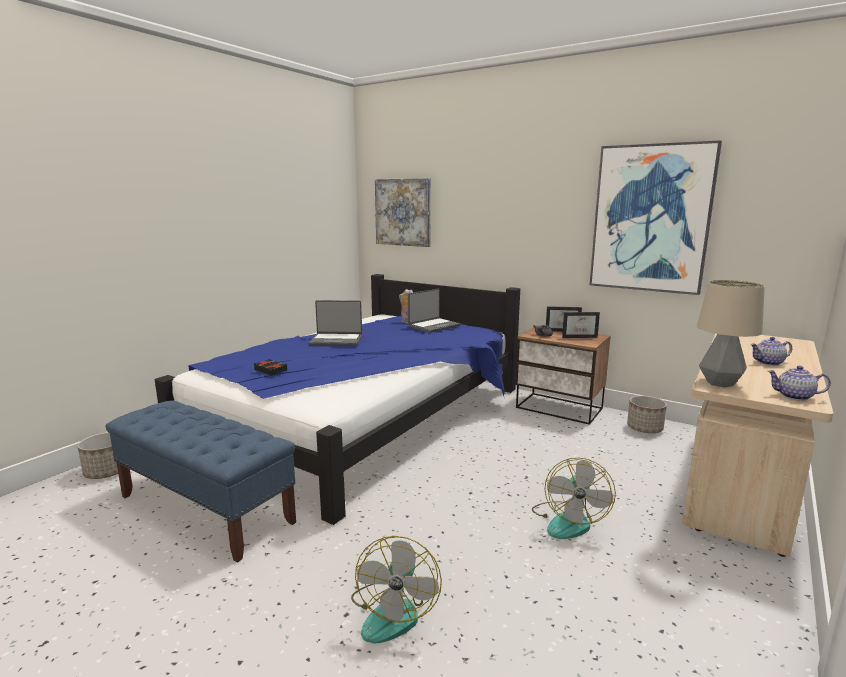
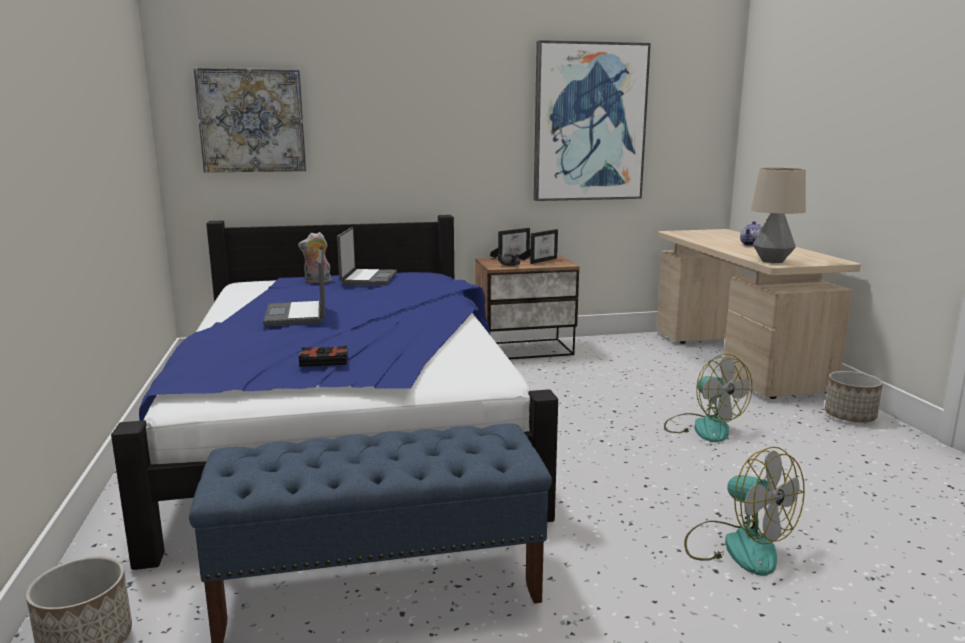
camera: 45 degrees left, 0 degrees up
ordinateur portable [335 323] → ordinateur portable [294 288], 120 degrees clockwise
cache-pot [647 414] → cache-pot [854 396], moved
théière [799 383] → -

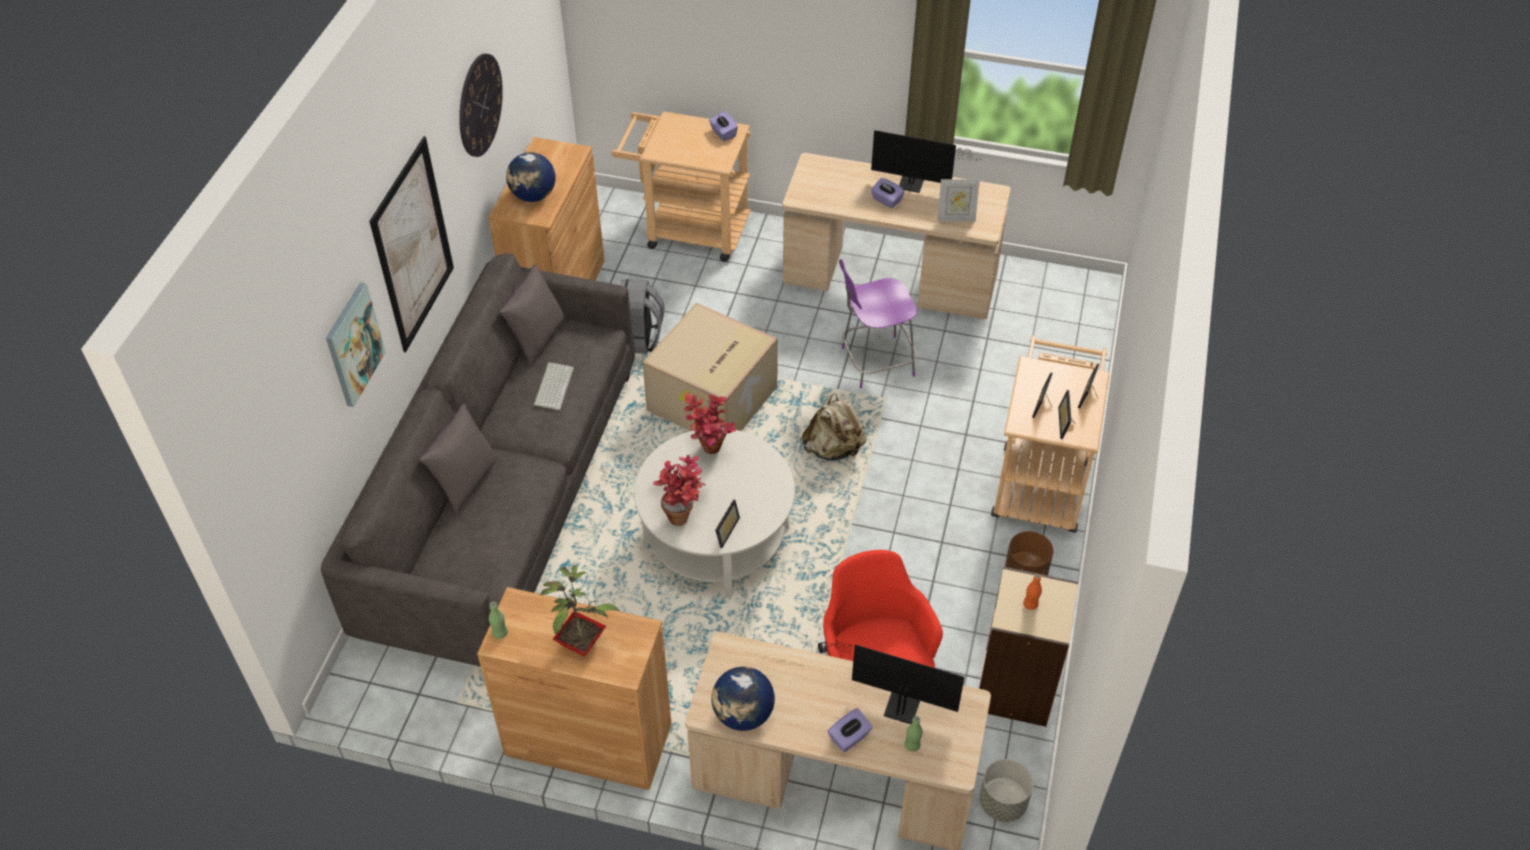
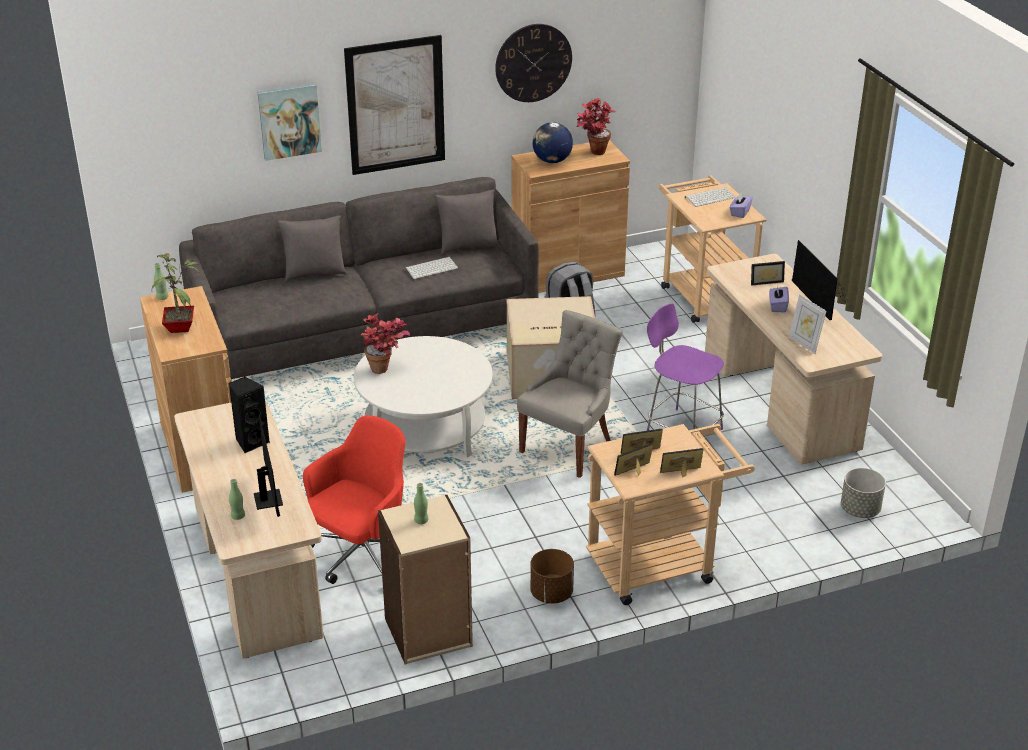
camera: 55 degrees right, 15 degrees down
plante en pot [710 423] → plante en pot [596 126], moved
globe [743 699] → -
cadre photo [727 523] → cadre photo [768 273], moved
sac à dos/beige [834 427] → chaise/gris [570 394]
boîte à mouchoirs/violet [850 730] → -
cache-pot/gris [1006 790] → cache-pot/gris [863 493], moved
bouteille/orange [1032 592] → bouteille/vert [421 503]
- → enceinte/noir [249 414]
- → clavier [710 197]

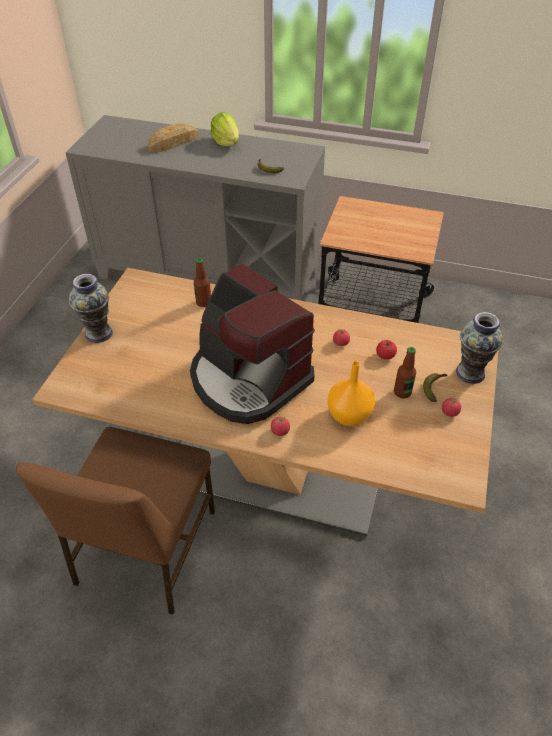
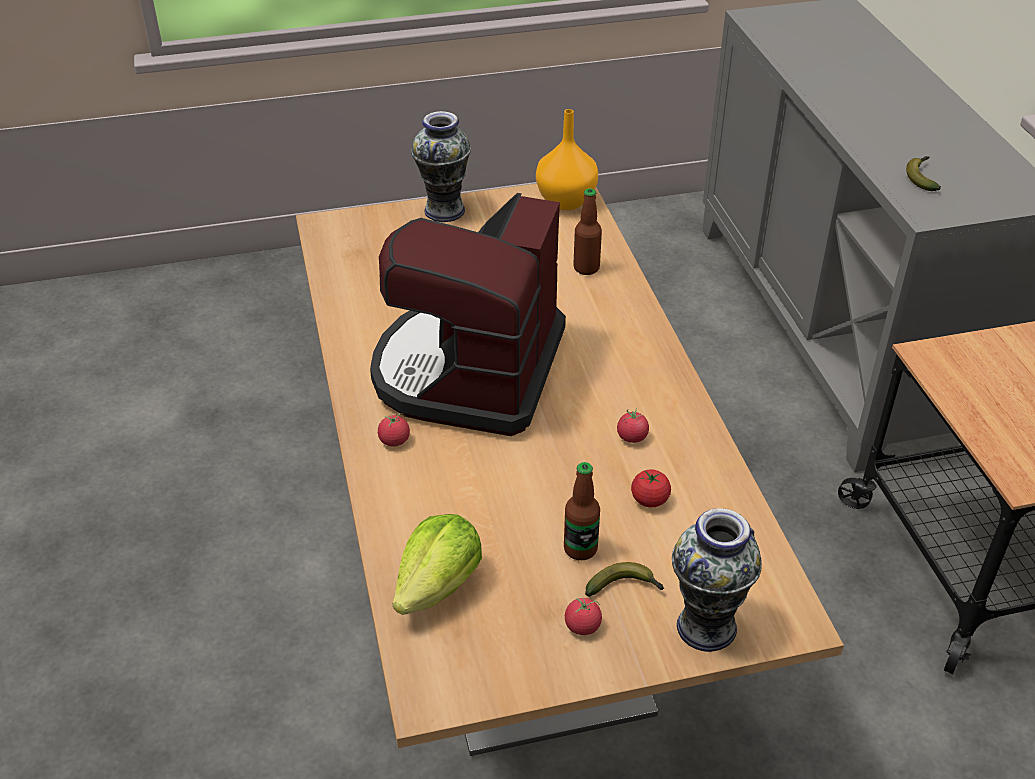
camera: 60 degrees right, 5 degrees down
chaise/marron [115 521] → -
pain [173 137] → -
laitue [225 129] → laitue [437 564], moved
vase/orange [351 393] → vase/orange [567 159], moved

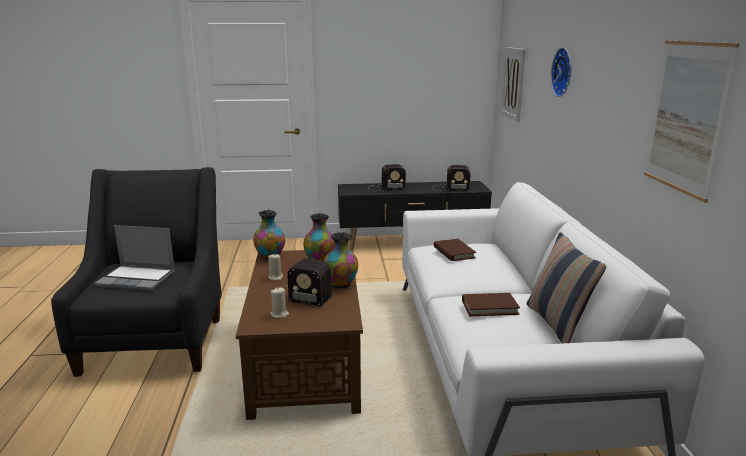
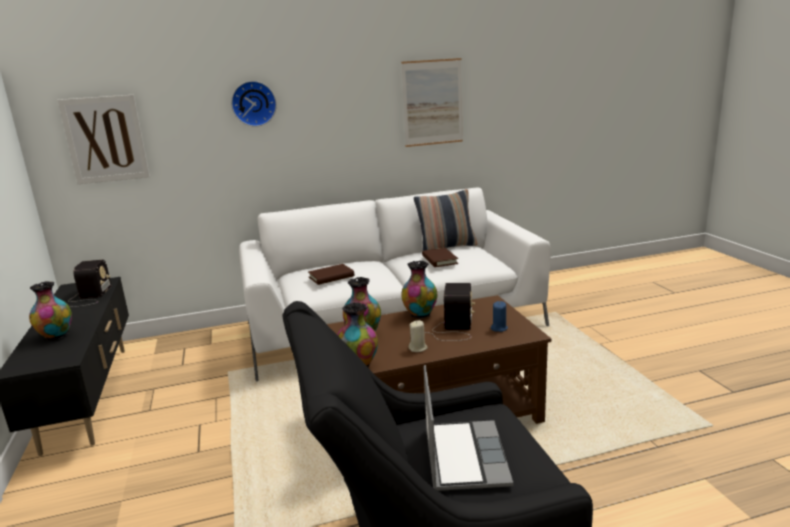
camera: 100 degrees left, 0 degrees up
bougie/beige [279 303] → bougie/bleu [499 316]
radio [387 177] → vase [50 311]

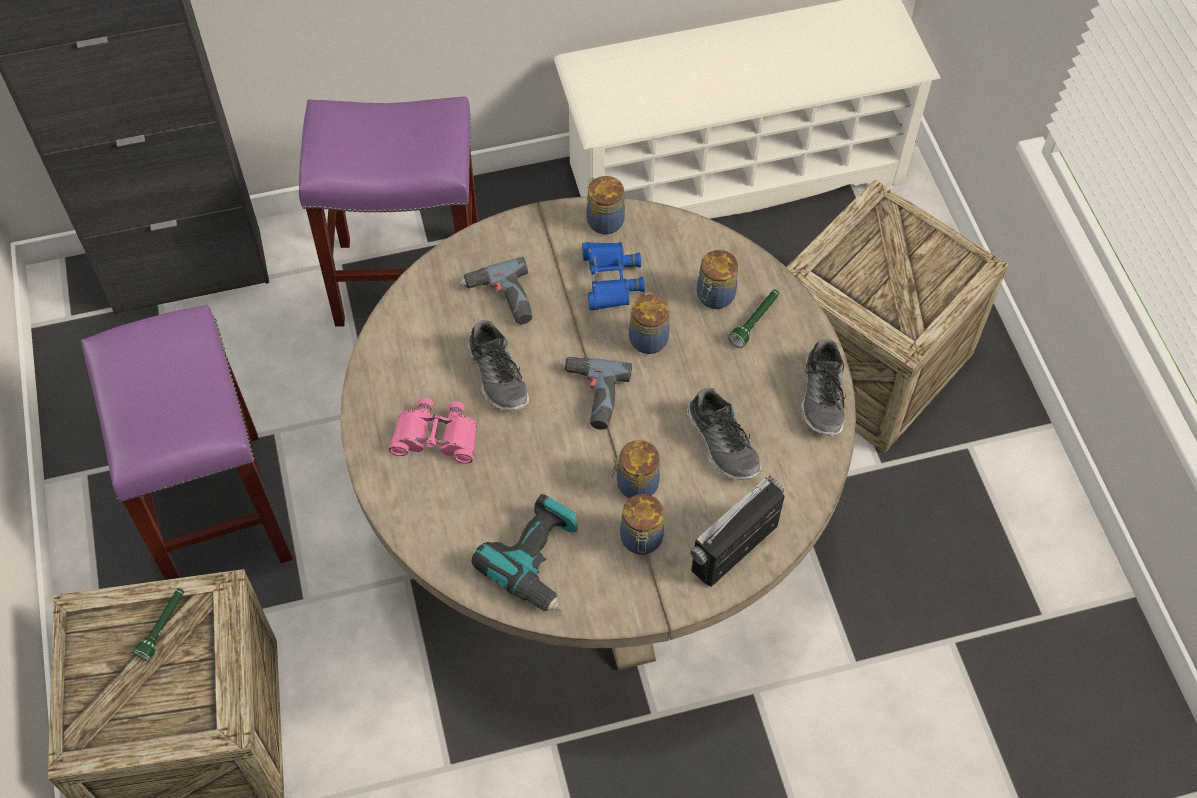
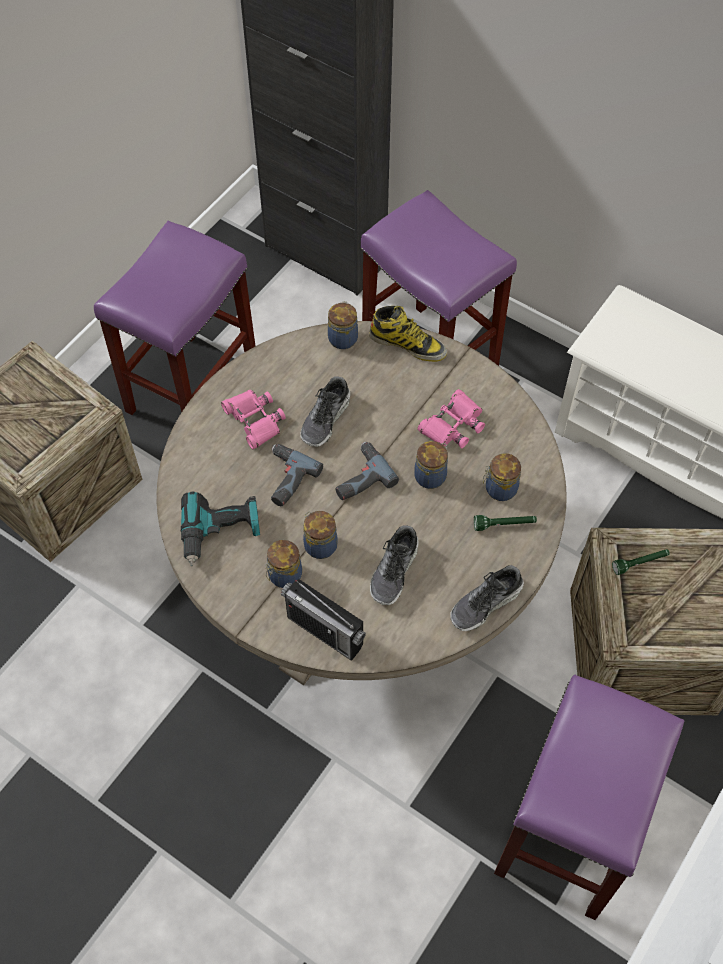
camera: 50 degrees right, 0 degrees up
lampe de poche/vert [158 624] → lampe de poche/vert [641 562], moved
perceuse [496 290] → perceuse [297 475], moved
jumelles/bleu [613 276] → jumelles/rose [451 418]
bocal [606 205] → bocal [343 325], moved
radio [737 531] → radio [323 620], 150 degrees counterclockwise
- → botte [408 334]
- → tabouret/violet [589 797]

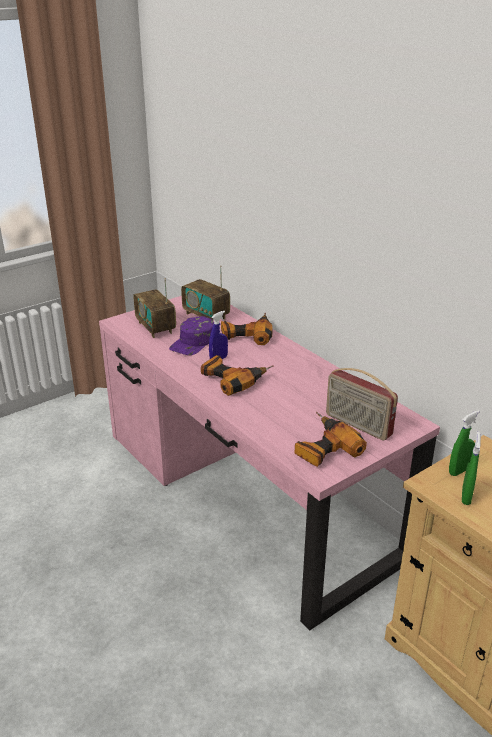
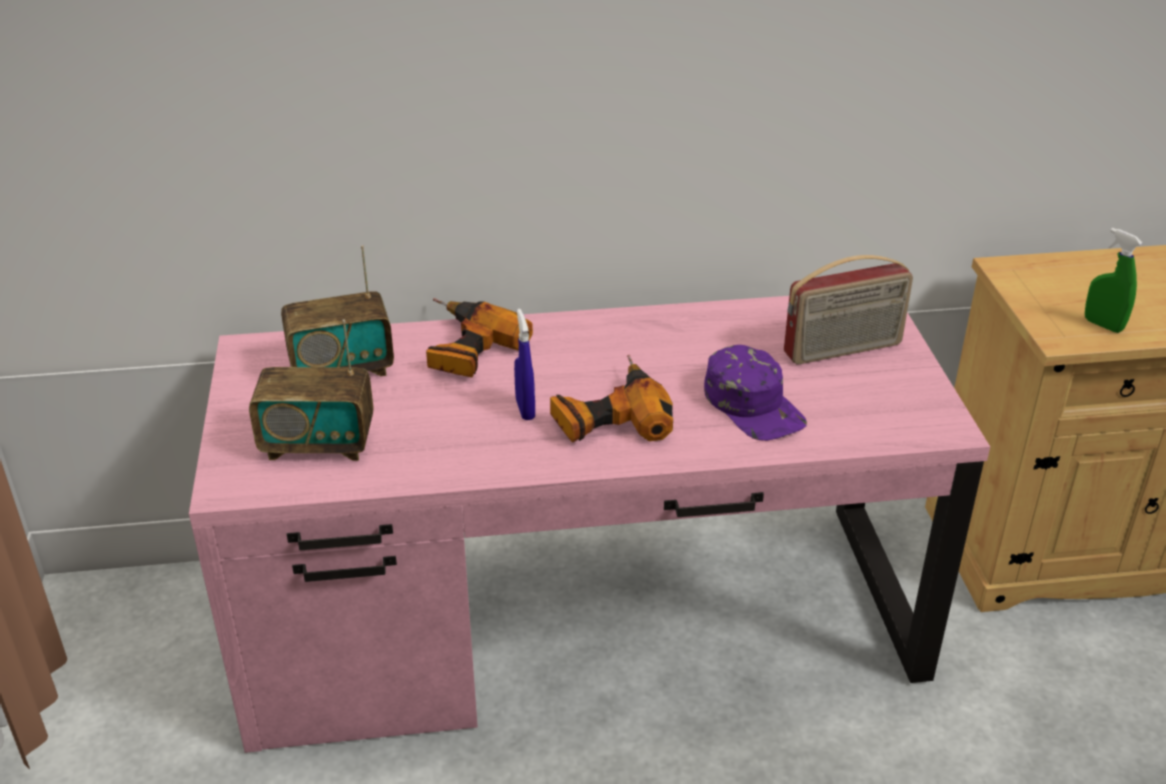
camera: 60 degrees left, 5 degrees up
casquette/violet [191 335] → casquette/violet [755 393], moved
perceuse [330 439] → -
vaporisateur/vert [464 443] → -

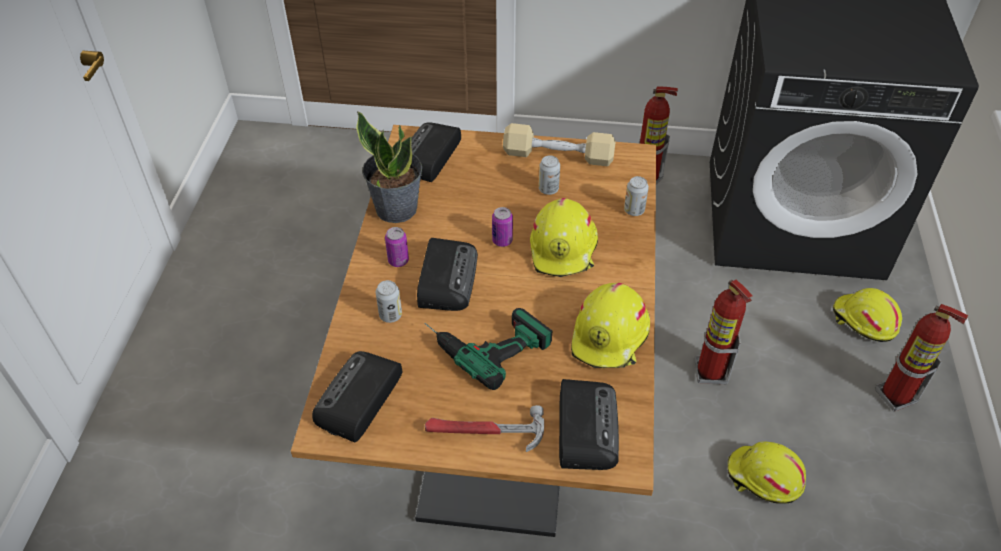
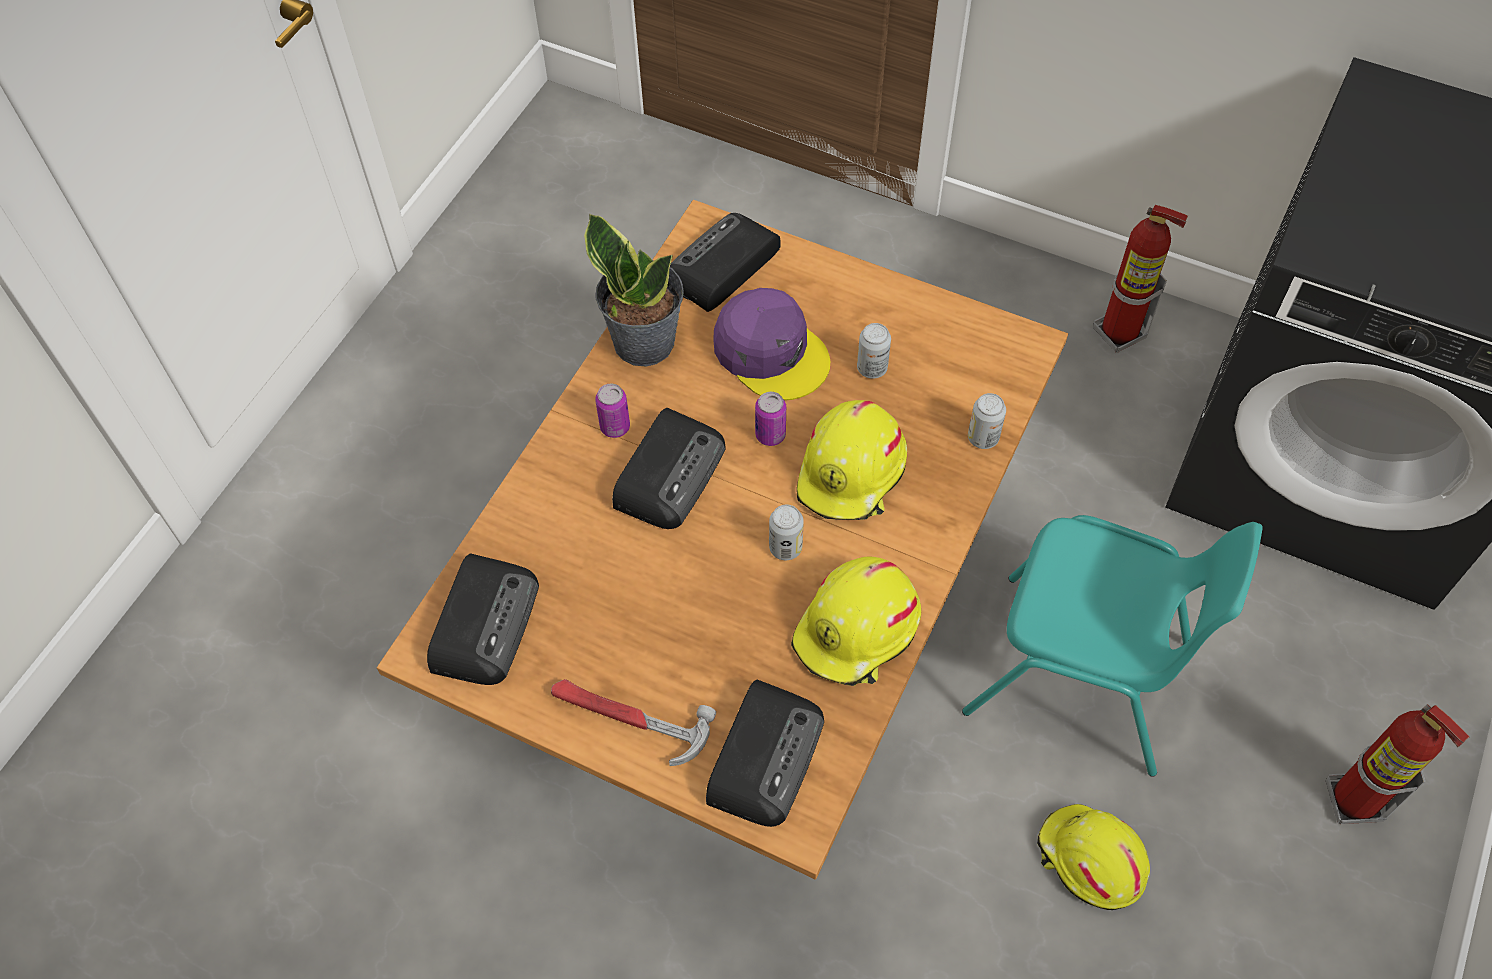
camera: 20 degrees right, 10 degrees up
radio [357 397] → radio [483 619], 150 degrees clockwise
boîte métallique [389 301] → boîte métallique [786 532], moved
perceuse [488 349] → -
haltère/beige [559 144] → -
extincteur [724 332] → chaise/turquoise [1112 646]
casque de chantier/jaune [867 315] → -
- → casquette/violet [771 344]

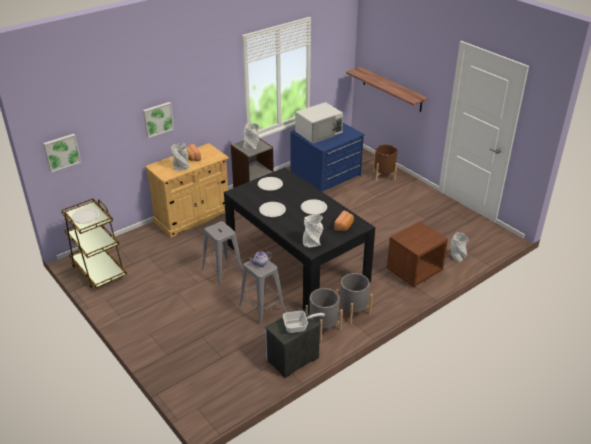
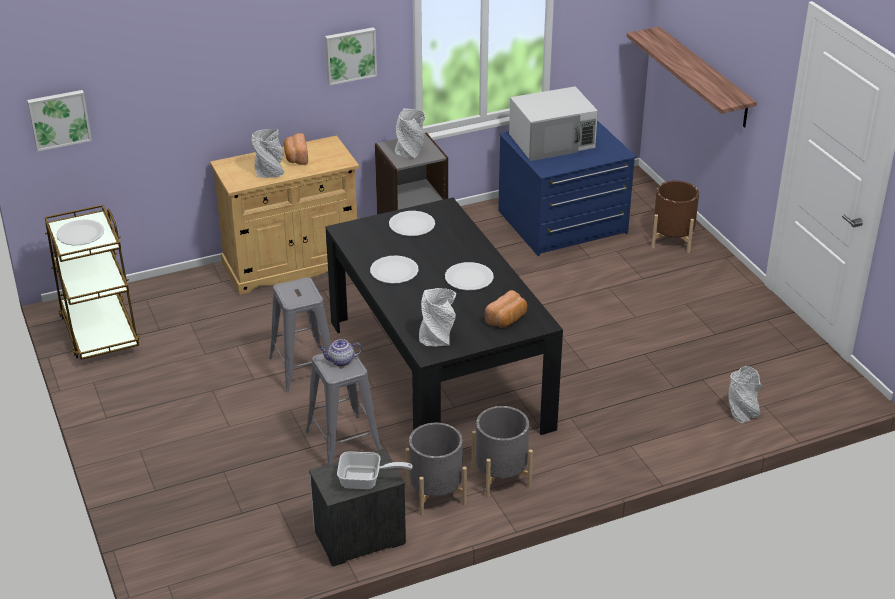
camera: 15 degrees right, 0 degrees up
tableau [158 120] → tableau [351 56], moved
table de chevet/marron [417 254] → -

